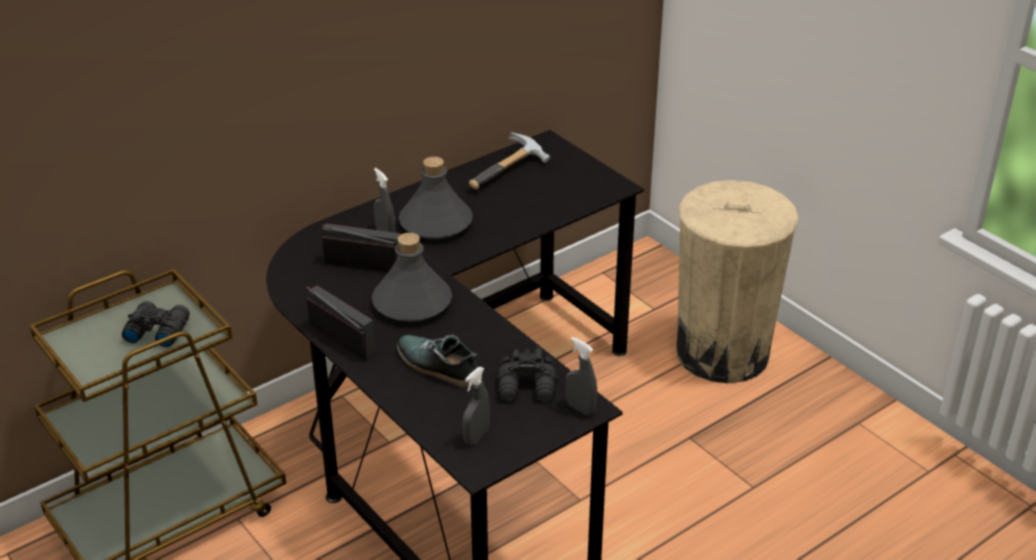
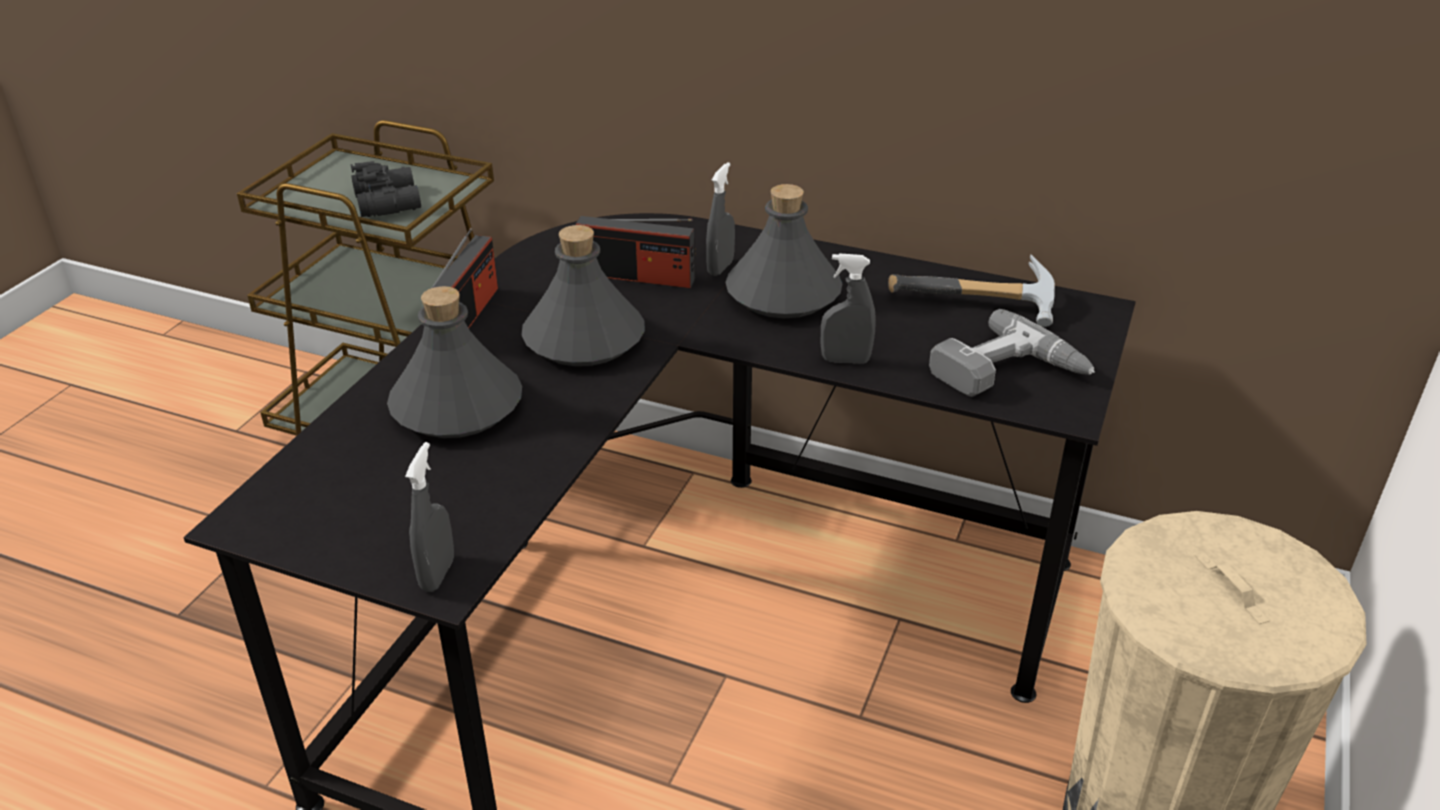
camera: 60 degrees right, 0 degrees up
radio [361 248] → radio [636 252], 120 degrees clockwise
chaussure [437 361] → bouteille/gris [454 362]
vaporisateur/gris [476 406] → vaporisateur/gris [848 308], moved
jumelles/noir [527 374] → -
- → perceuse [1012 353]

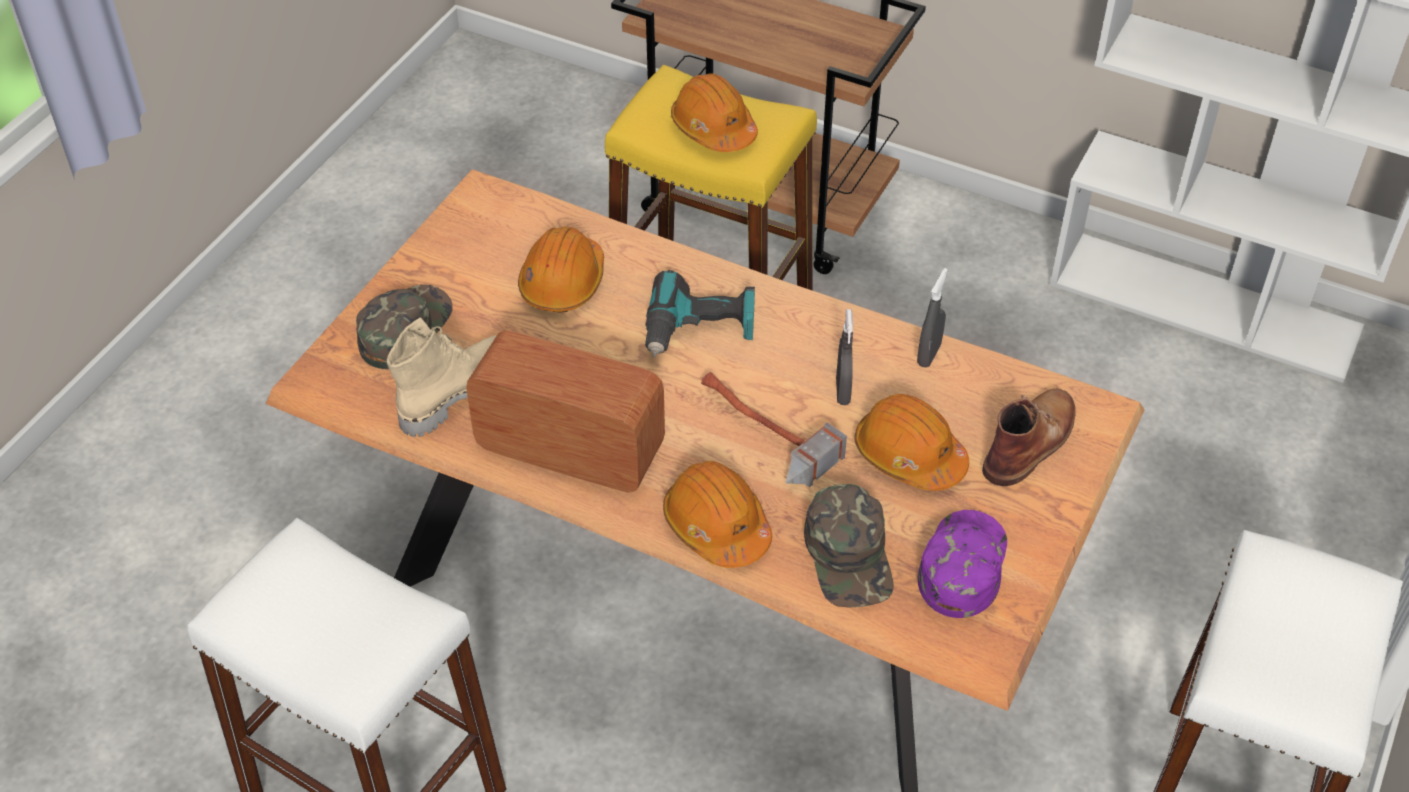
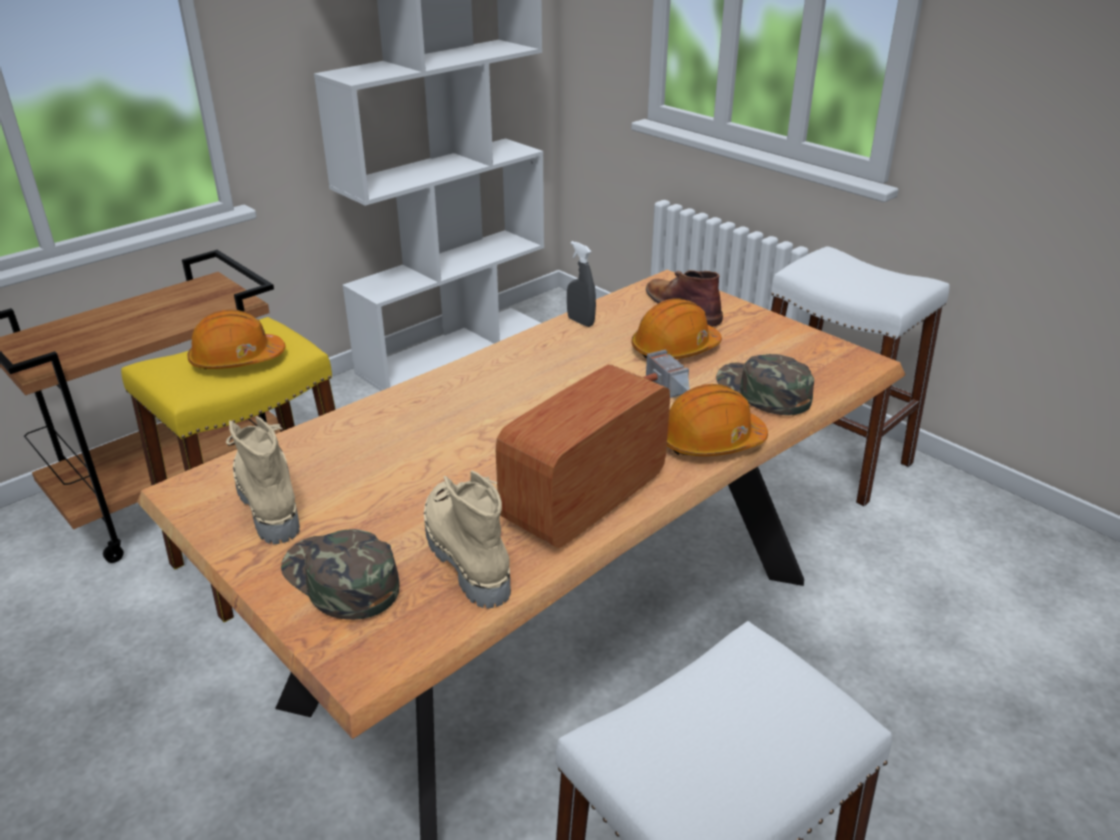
camera: 70 degrees left, 15 degrees down
casque de chantier/orange [561 269] → -
perceuse [700 313] → -
casquette/vert [849 546] → casquette/vert [765 384], 135 degrees counterclockwise
vaporisateur/gris [844 357] → -
casquette/violet [962 564] → -
- → botte/beige [262 480]

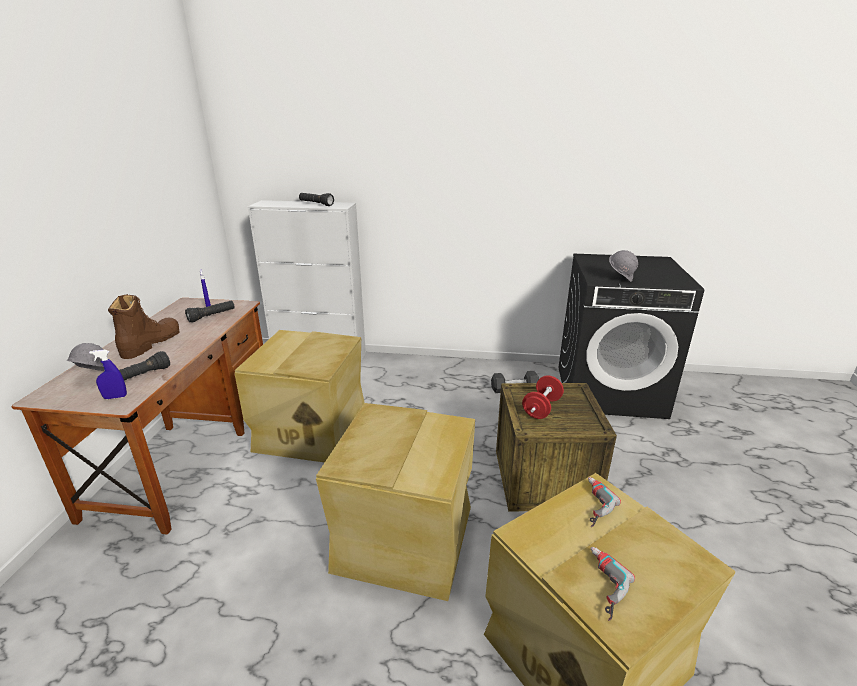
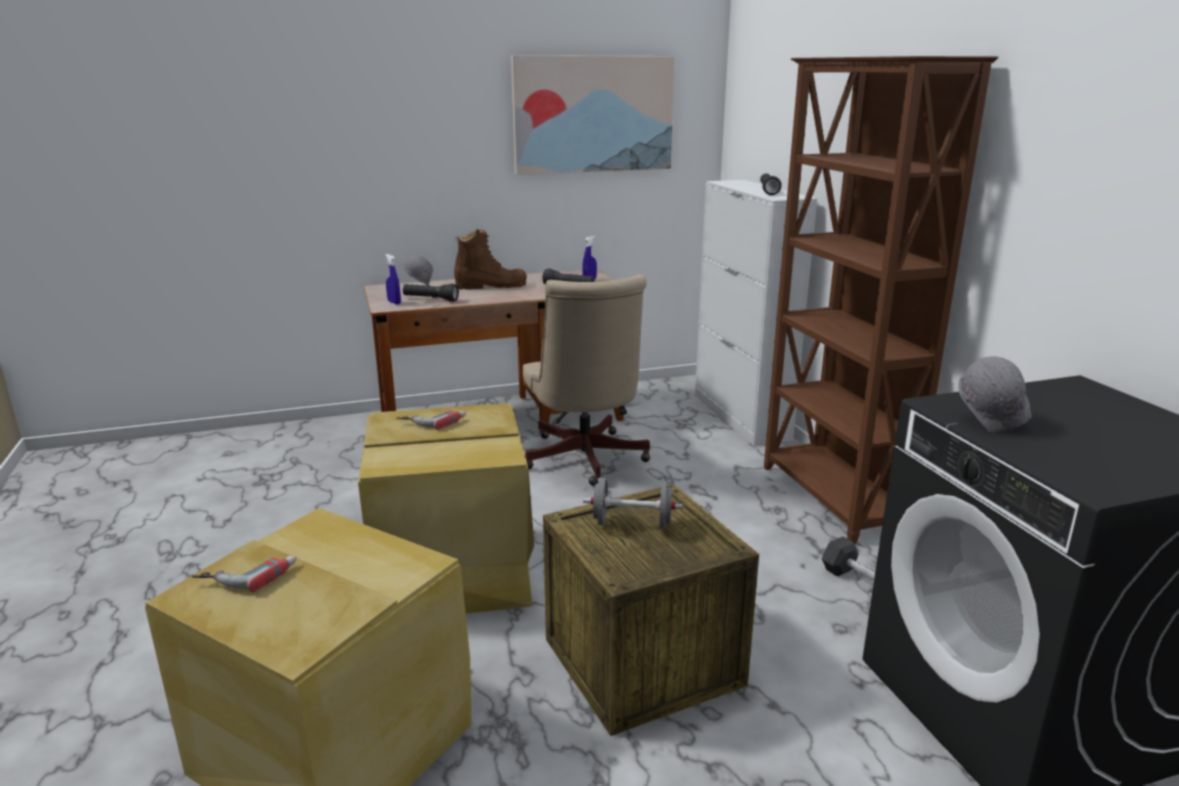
camera: 65 degrees right, 5 degrees down
boîte de rangement/beige [299 396] → chaise de bureau/beige [586 380]
haltère/rouge [543 397] → haltère/gris [633 503]
perceuse [604 502] → perceuse [431 420], moved
- → tableau [593 115]
- → bibliothèque/marron [881 300]

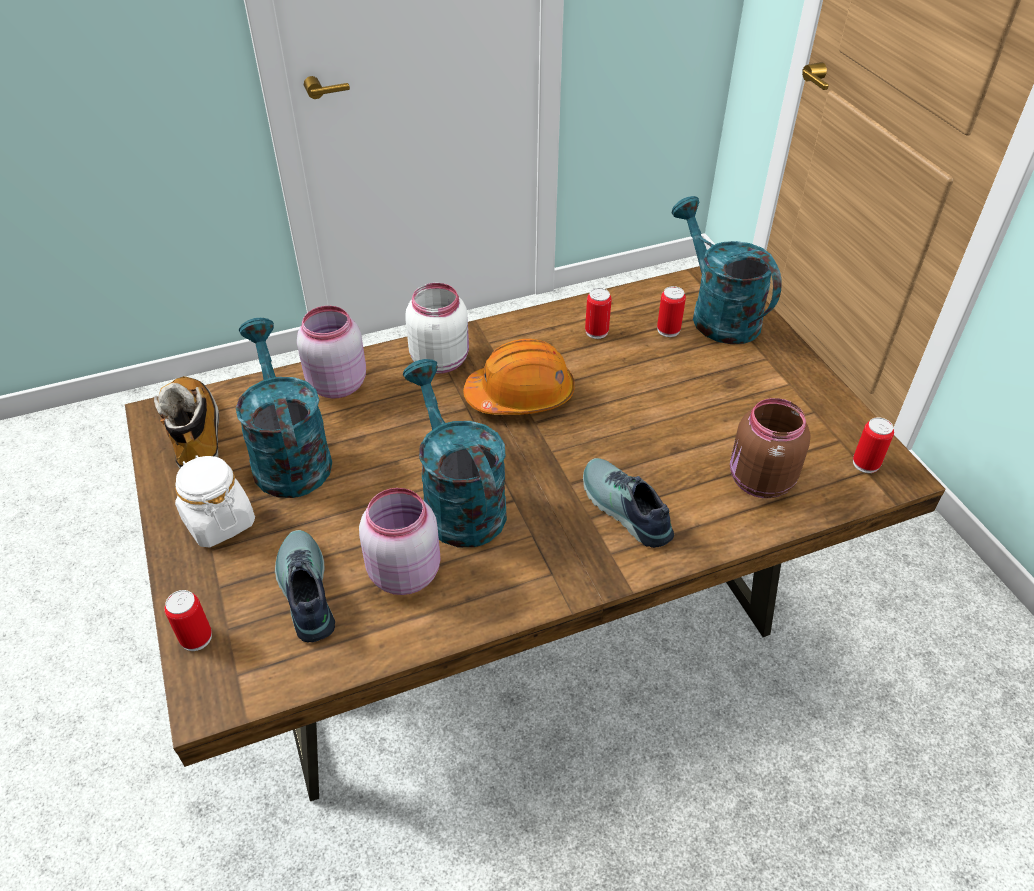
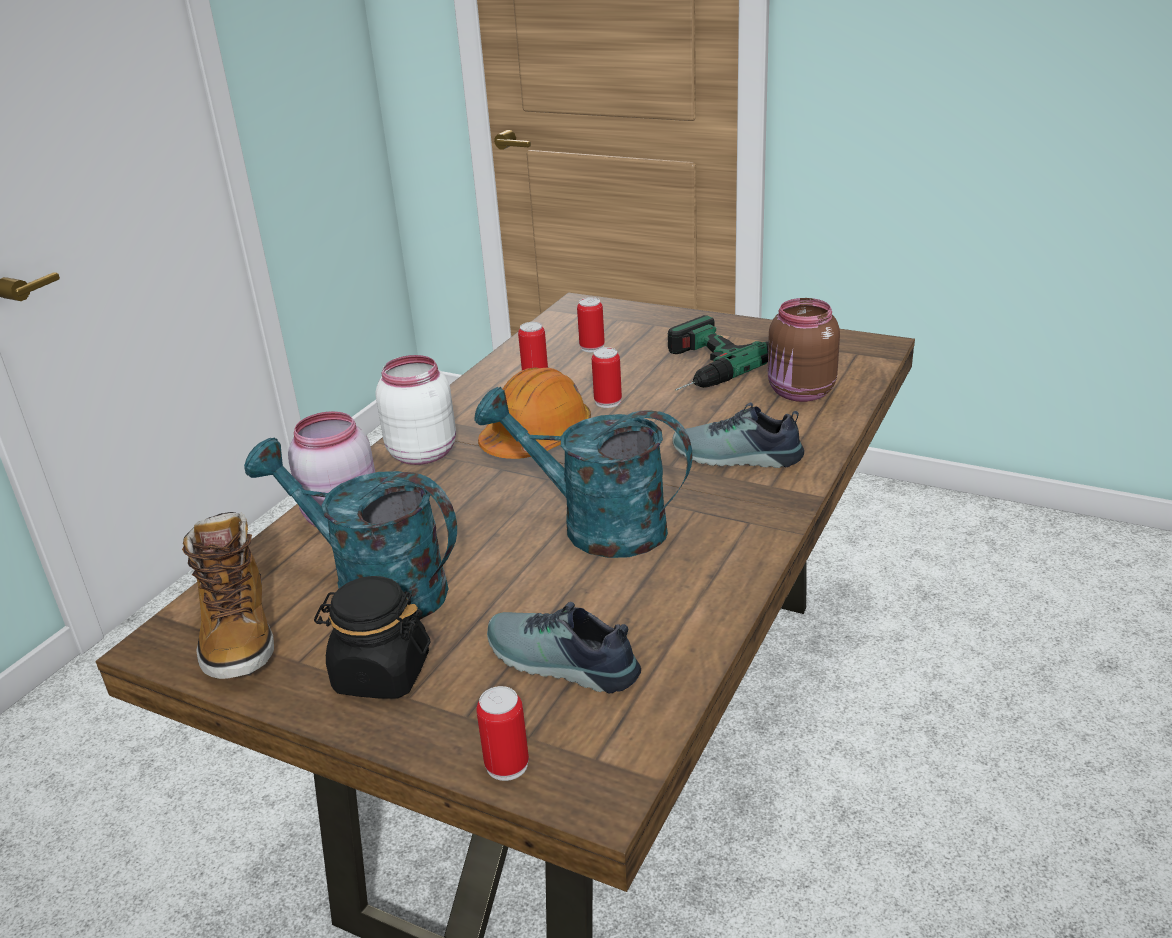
camera: 40 degrees left, 15 degrees down
botte [186 422] → botte [228 595], 135 degrees counterclockwise
bocal/blanc [215 501] → bocal/noir [372 637]
bocal/rose [400 541] → -
arrosoir/turquoise [726 270] → -
boîte métallique [873 445] → boîte métallique [607 377], moved
- → perceuse [718 353]

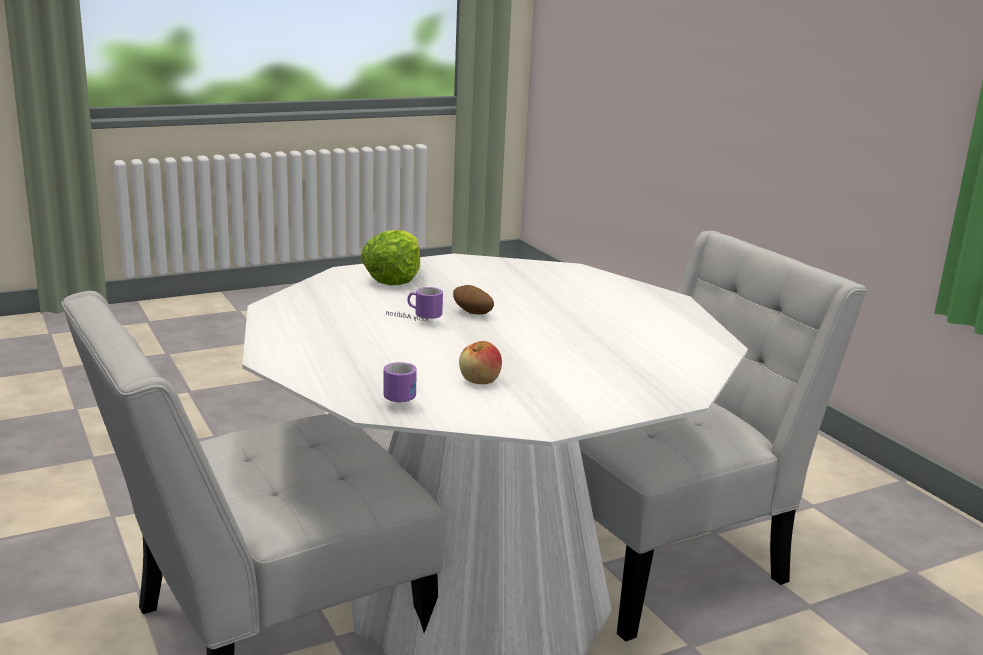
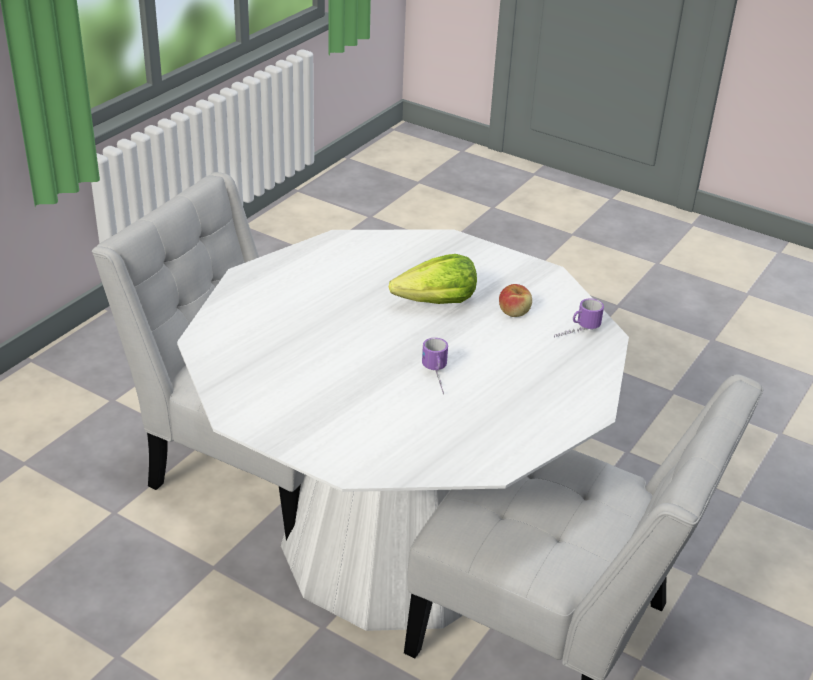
camera: 120 degrees left, 15 degrees up
laitue [390 257] → laitue [433 279], moved
pomme de terre [473 300] → -

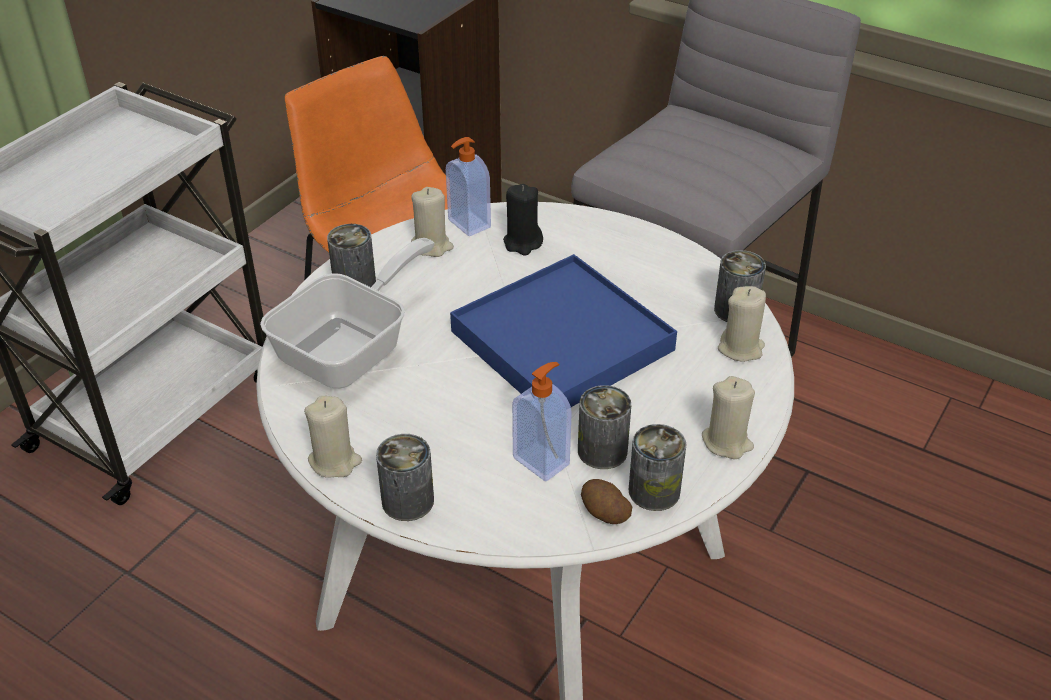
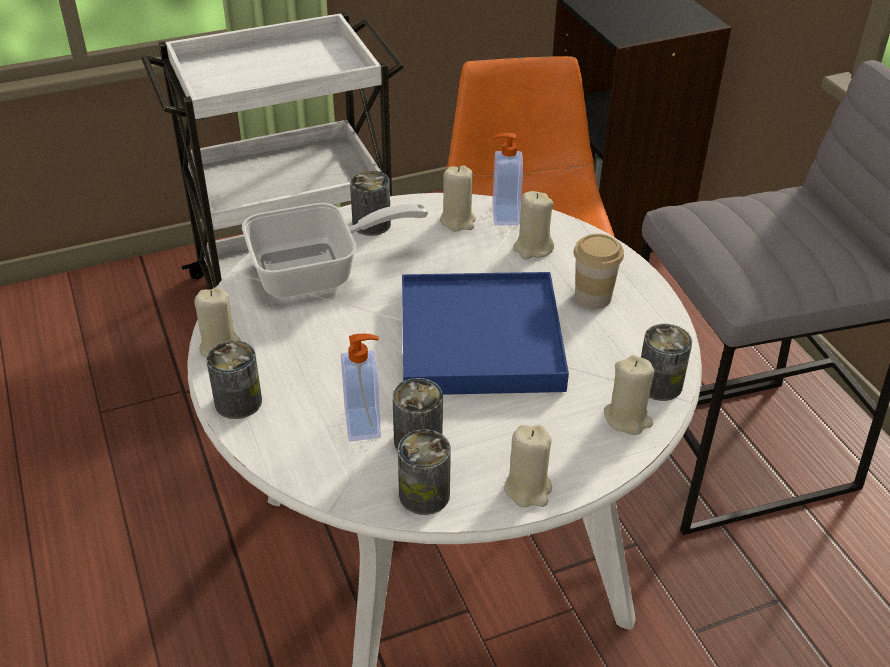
camera: 35 degrees right, 0 degrees up
bougie/noir [523 220] → bougie/beige [533 225]
pomme de terre [606 501] → -
- → tasse [599 271]

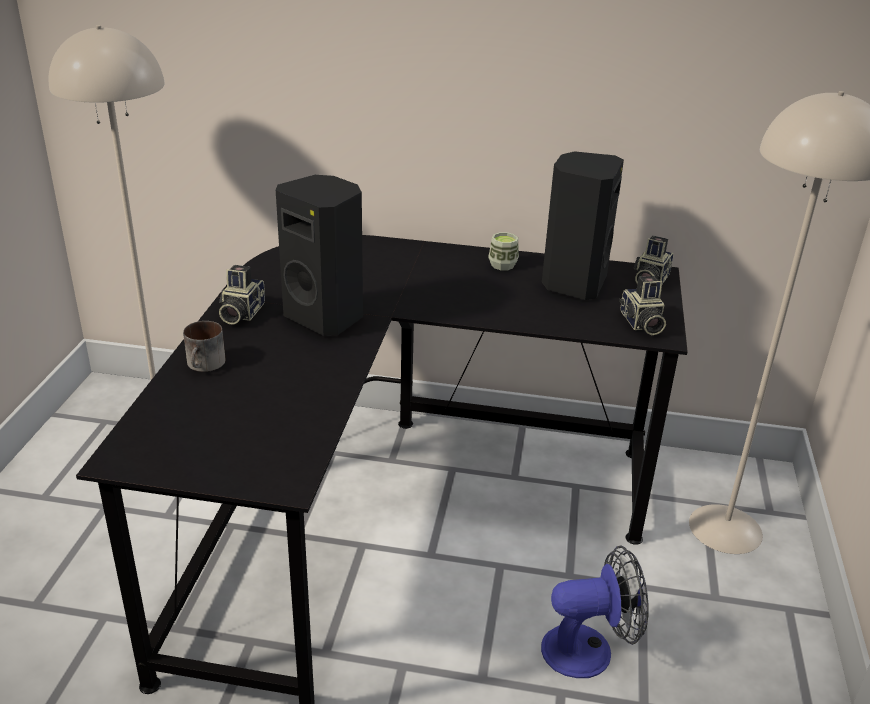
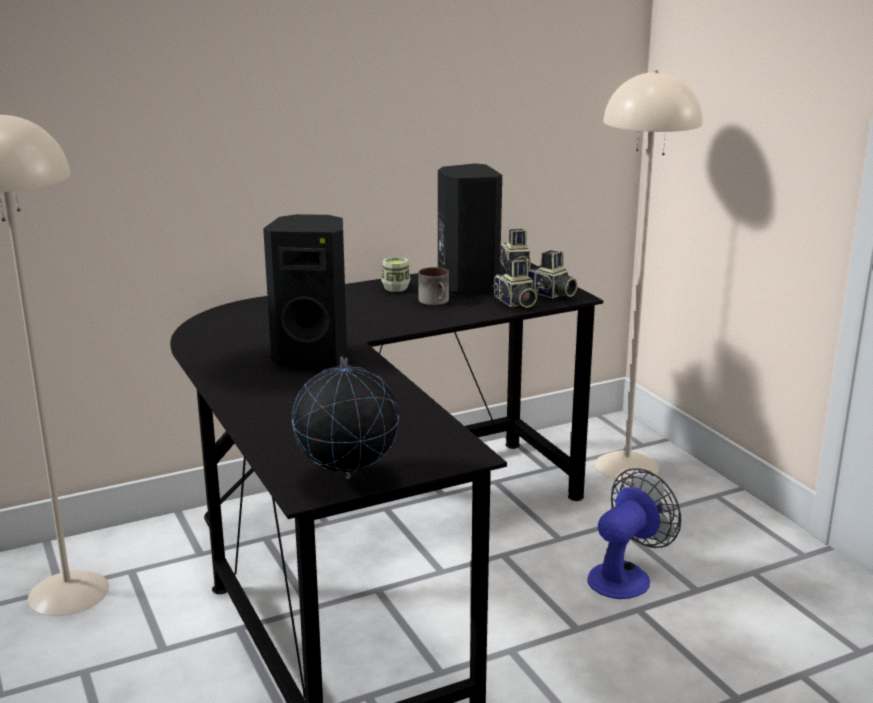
camera: 35 degrees left, 10 degrees down
mug [204 346] → mug [433 286], moved
appareil photo [242 295] → appareil photo [514 283], moved
- → globe [345 417]

